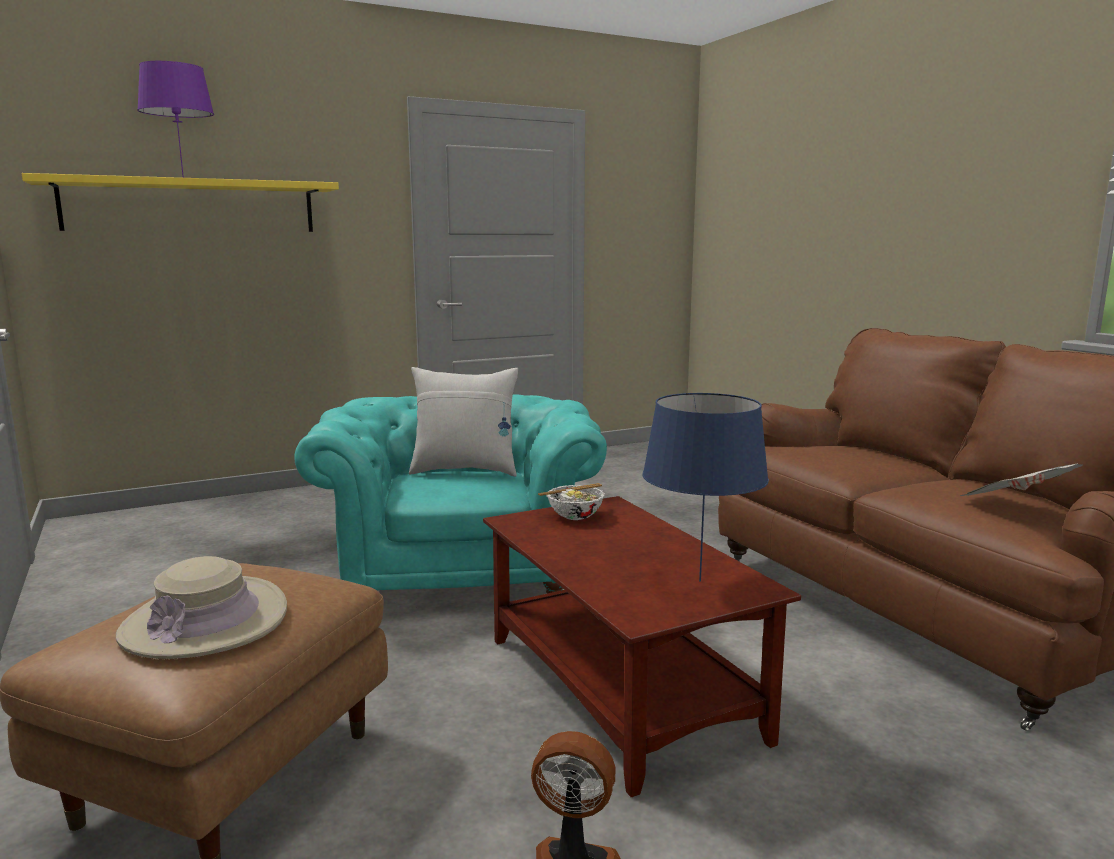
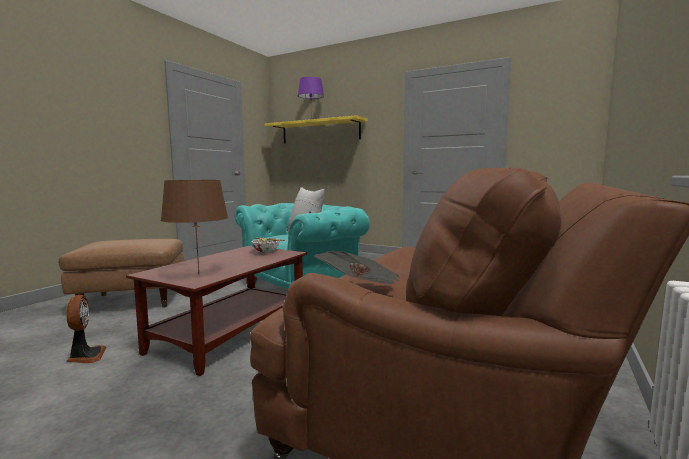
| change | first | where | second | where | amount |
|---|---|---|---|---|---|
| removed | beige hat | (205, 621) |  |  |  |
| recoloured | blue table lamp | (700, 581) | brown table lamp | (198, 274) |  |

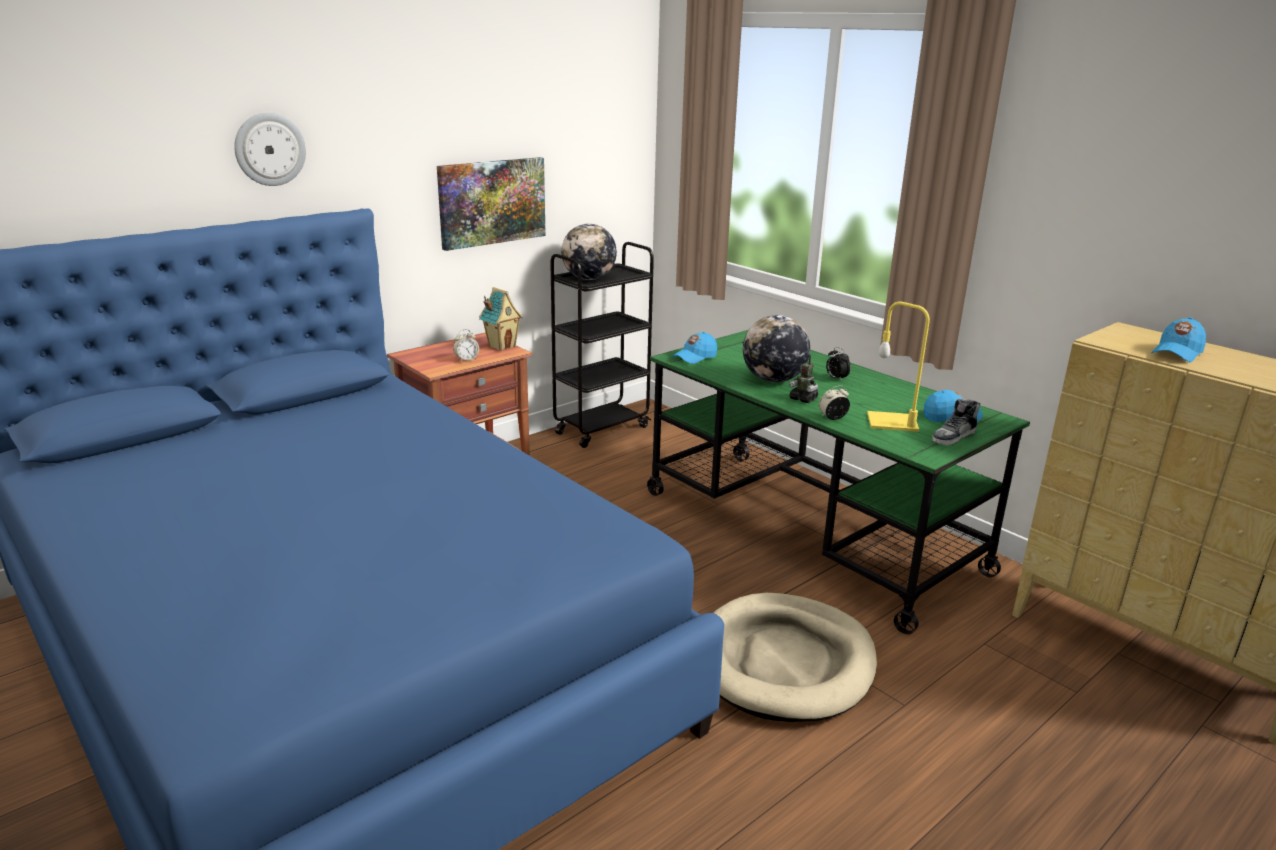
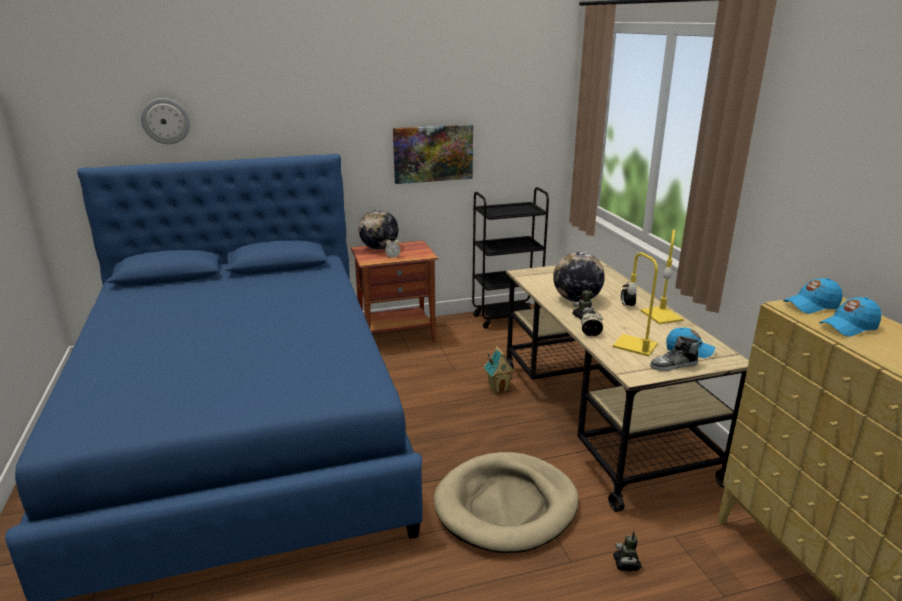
| change | first | where | second | where | amount |
|---|---|---|---|---|---|
| added |  |  | toy robot | (626, 564) |  |
| added |  |  | yellow table lamp | (660, 315) |  |
| moved | wall clock | (269, 149) |  | (166, 121) |  |
| moved | toy house | (502, 346) |  | (498, 388) |  |
| moved | globe | (589, 279) |  | (379, 248) |  |
| moved | blue cap | (695, 357) |  | (811, 306) |  |
| recoloured | green desk | (808, 531) | beige desk | (600, 418) |  |

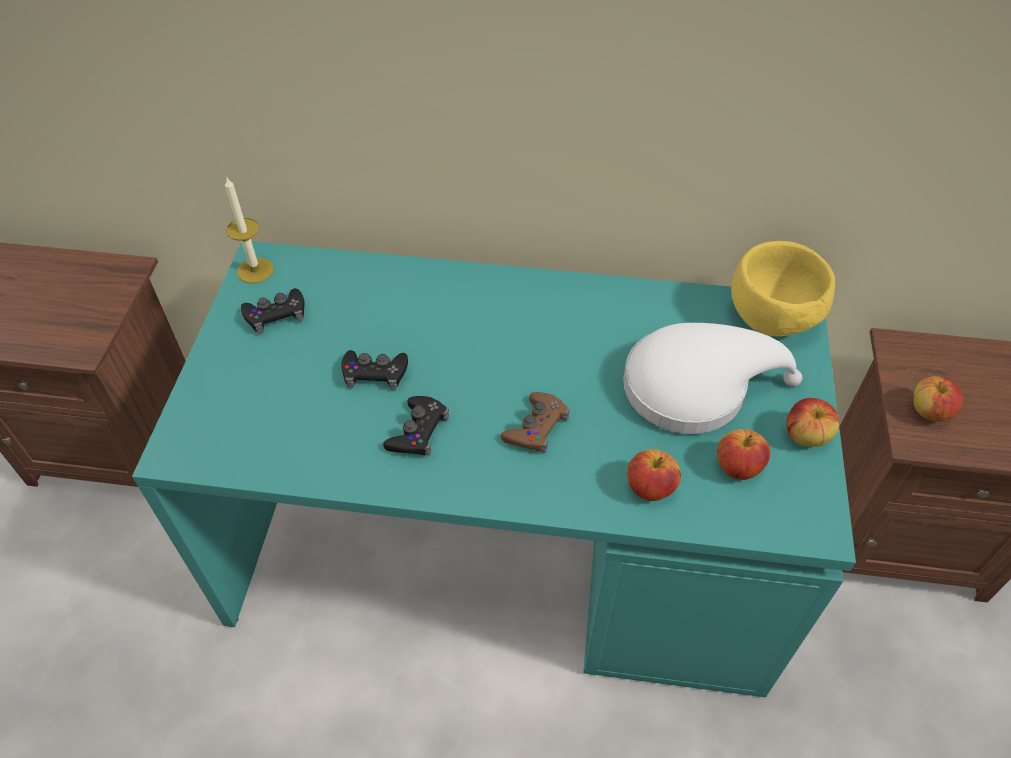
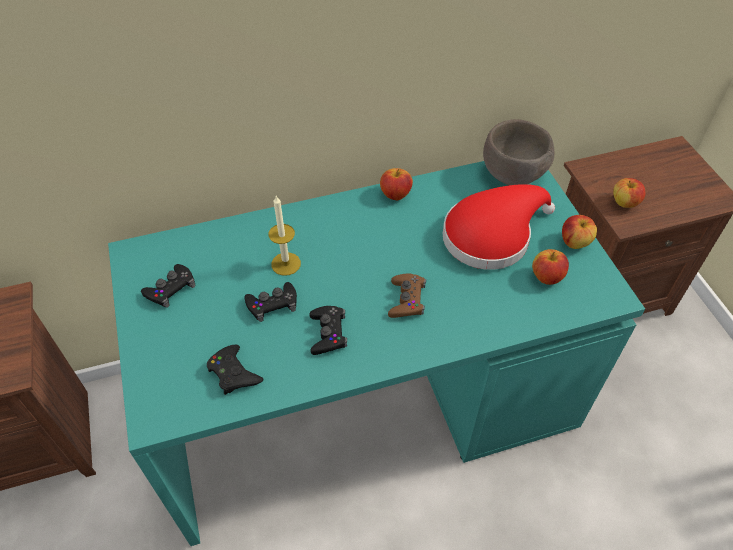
| change | first | where | second | where | amount |
|---|---|---|---|---|---|
| added |  |  | black game controller | (233, 373) |  |
| moved | candle | (255, 270) |  | (286, 264) |  |
| moved | apple | (650, 488) |  | (395, 194) |  |
| recoloured | white hat | (694, 387) | red hat | (491, 235) |  |
| recoloured | yellow bowl | (771, 319) | brown bowl | (512, 175) |  |

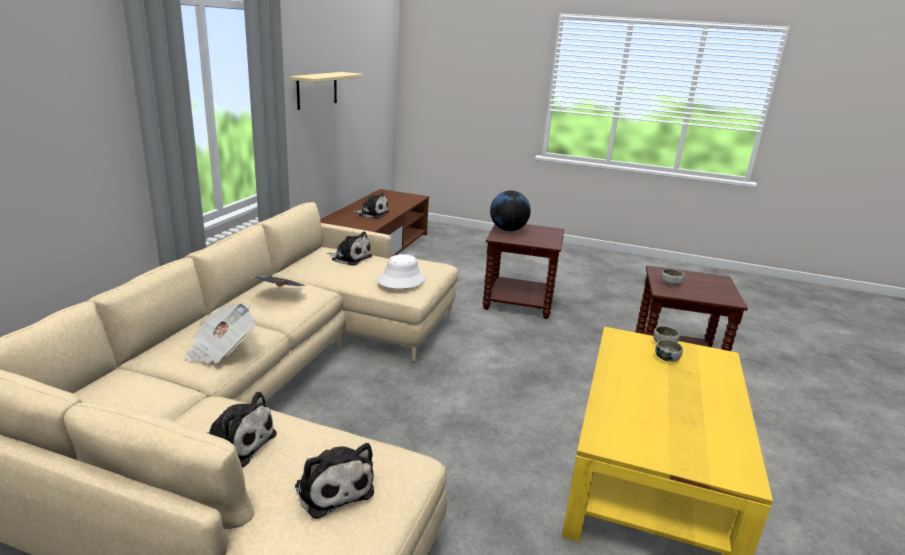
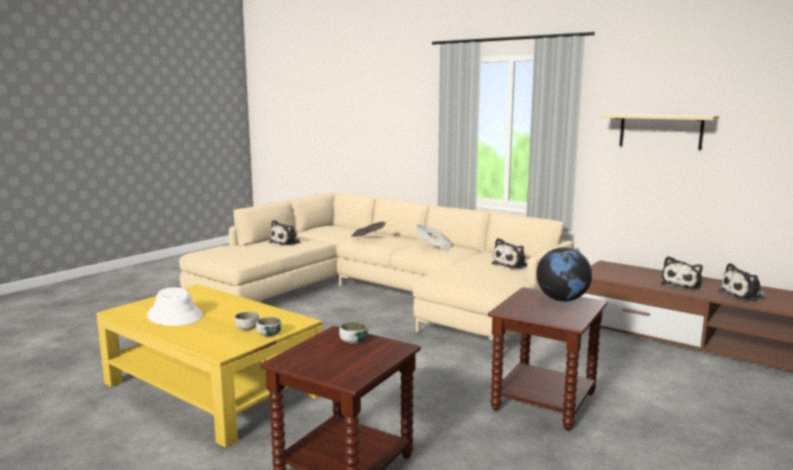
| change | first | where | second | where | amount |
|---|---|---|---|---|---|
| moved | plush toy | (333, 487) |  | (744, 295) |  |
| moved | white hat | (401, 280) |  | (175, 316) |  |

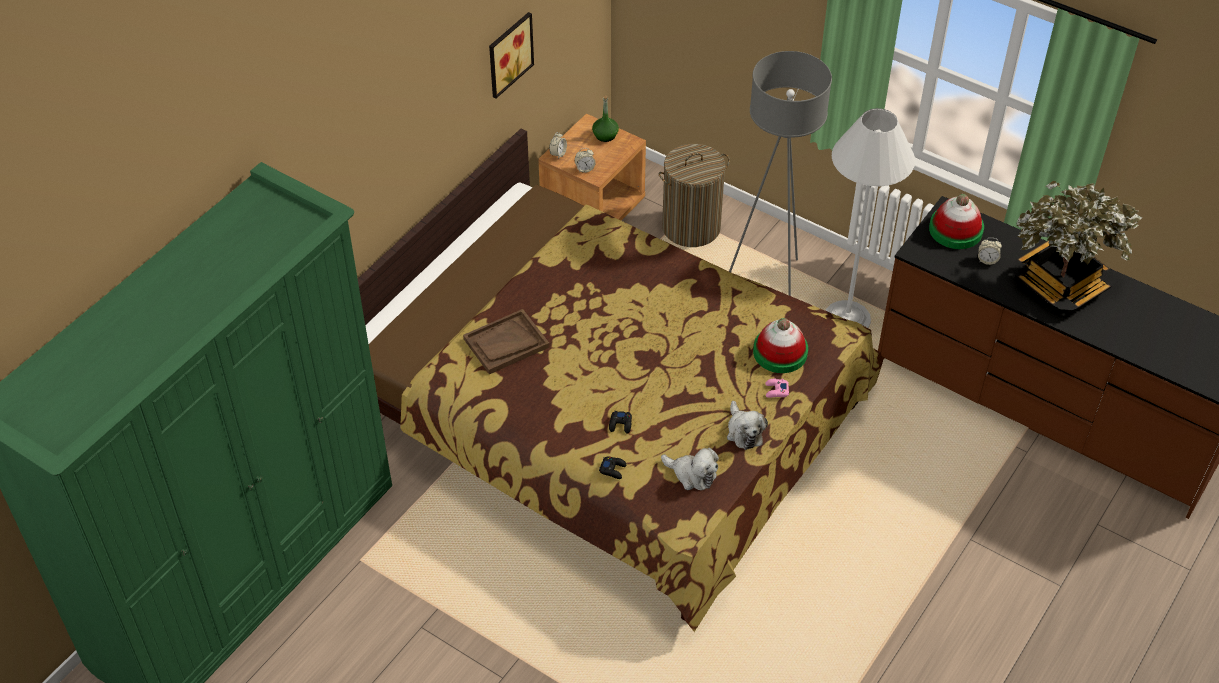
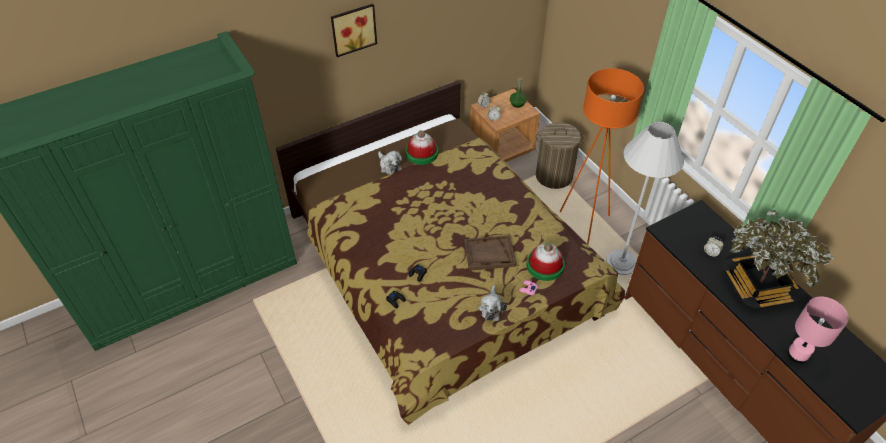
| change | first | where | second | where | amount |
|---|---|---|---|---|---|
| added |  |  | pink table lamp | (798, 355) |  |
| moved | brown tray | (506, 343) |  | (489, 254) |  |
| moved | picture | (508, 53) |  | (353, 29) |  |
| moved | plush toy | (692, 475) |  | (389, 166) |  |
| moved | hat | (955, 230) |  | (422, 153) |  |
| recoloured | grey floor lamp | (770, 282) | orange floor lamp | (585, 223) |  |

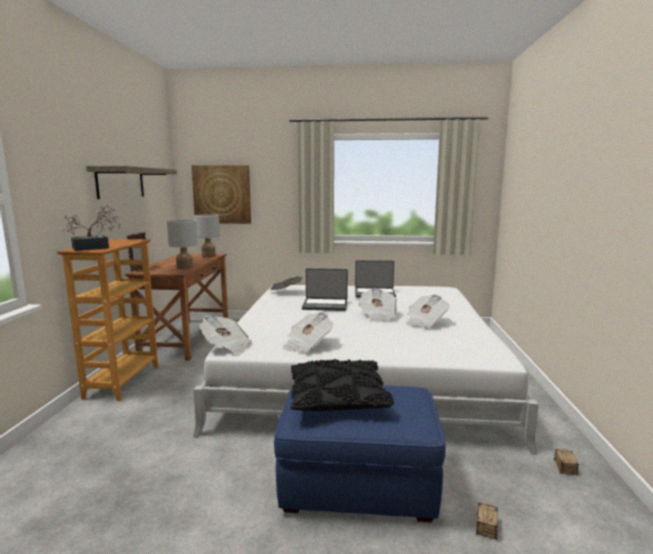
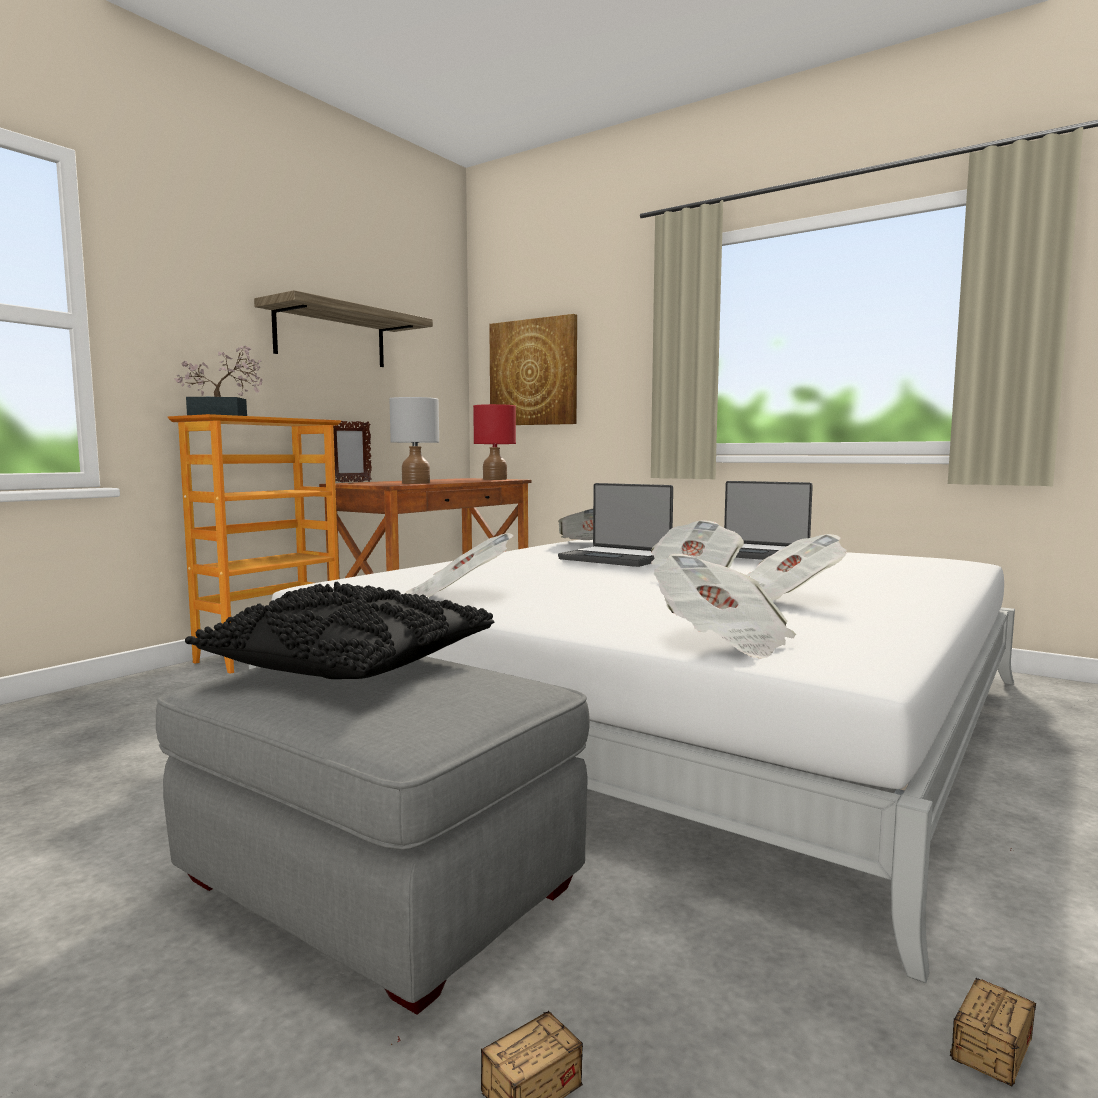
| change | first | where | second | where | amount |
|---|---|---|---|---|---|
| moved | newspaper | (226, 347) |  | (723, 641) |  |
| recoloured | grey table lamp | (208, 256) | red table lamp | (494, 479) |  |
| recoloured | blue ottoman | (359, 484) | grey ottoman | (380, 886) |  |

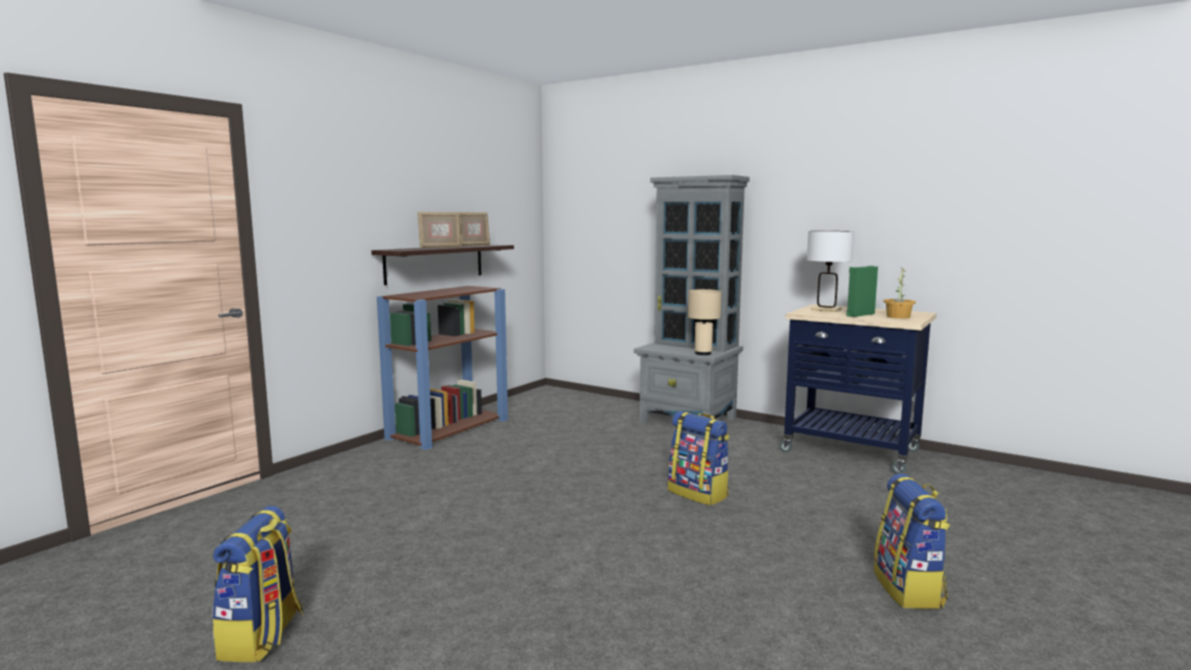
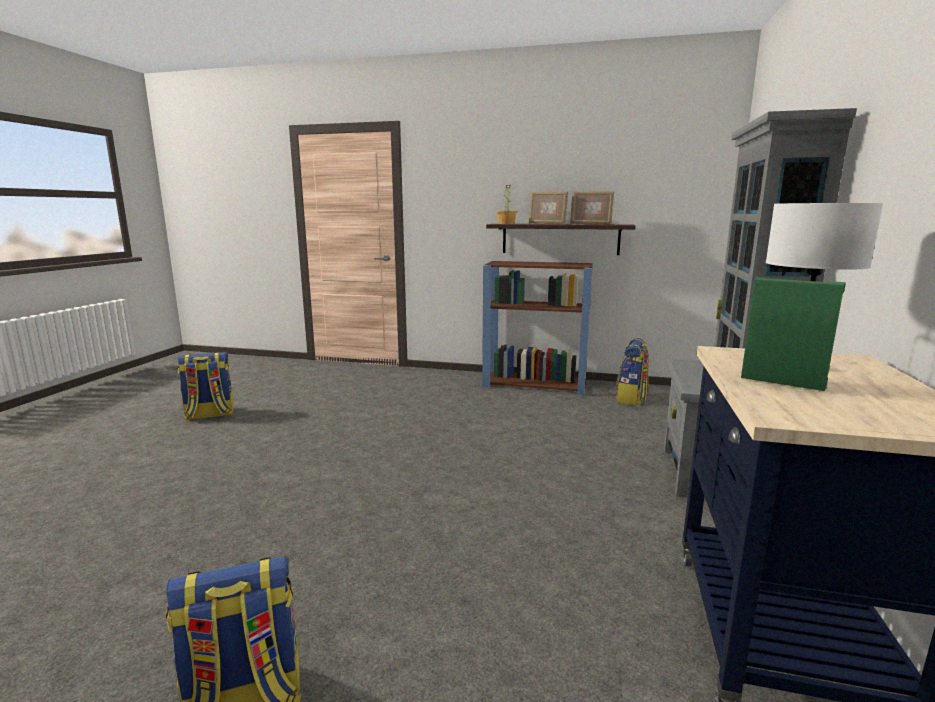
| change | first | where | second | where | amount |
|---|---|---|---|---|---|
| removed | beige table lamp | (703, 353) |  |  |  |
| moved | backpack | (699, 494) |  | (631, 398) |  |
| moved | potted plant | (897, 317) |  | (506, 223) |  |

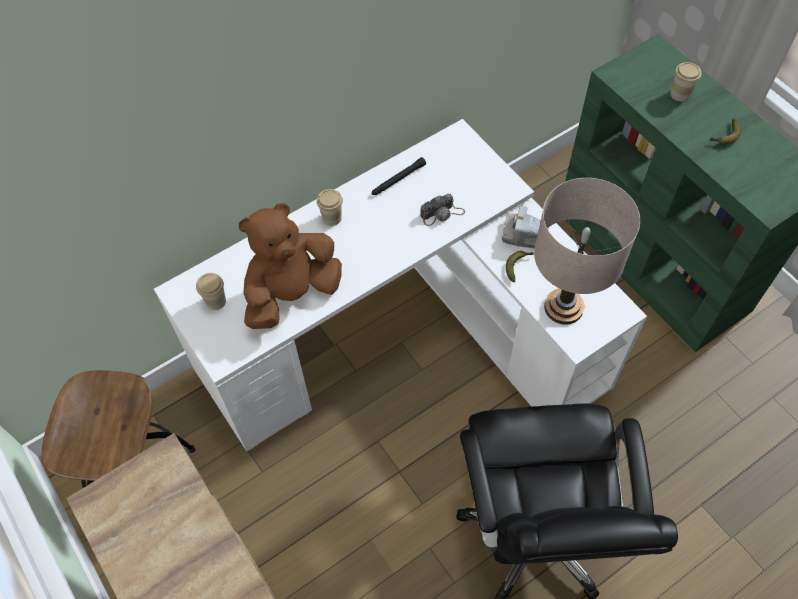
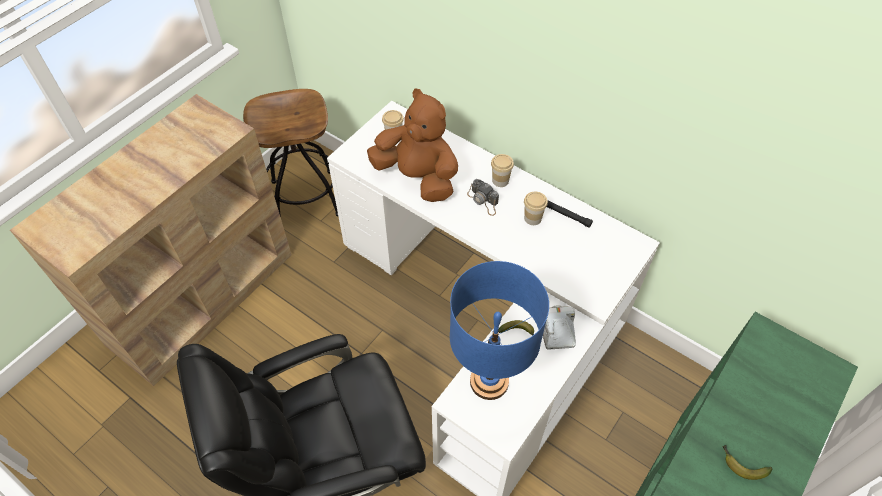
| change | first | where | second | where | amount |
|---|---|---|---|---|---|
| moved | photo camera | (442, 214) |  | (483, 201) |  |
| moved | cup | (680, 94) |  | (532, 218) |  |
| recoloured | beige table lamp | (563, 307) | blue table lamp | (488, 382) |  |

